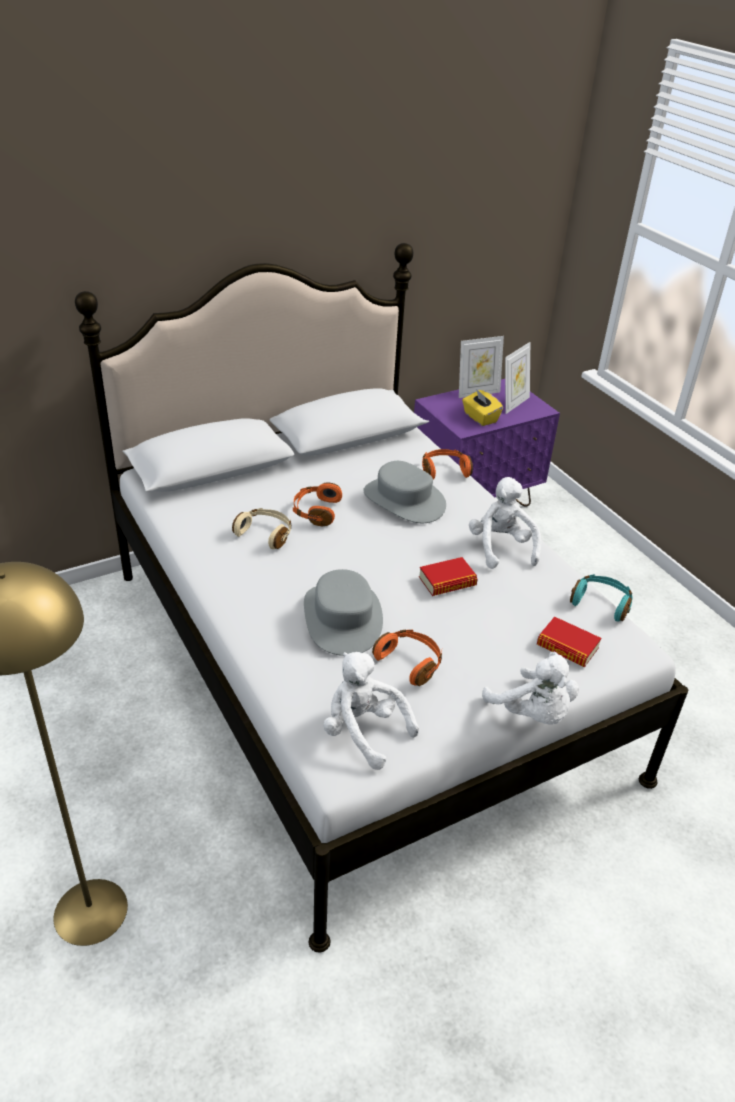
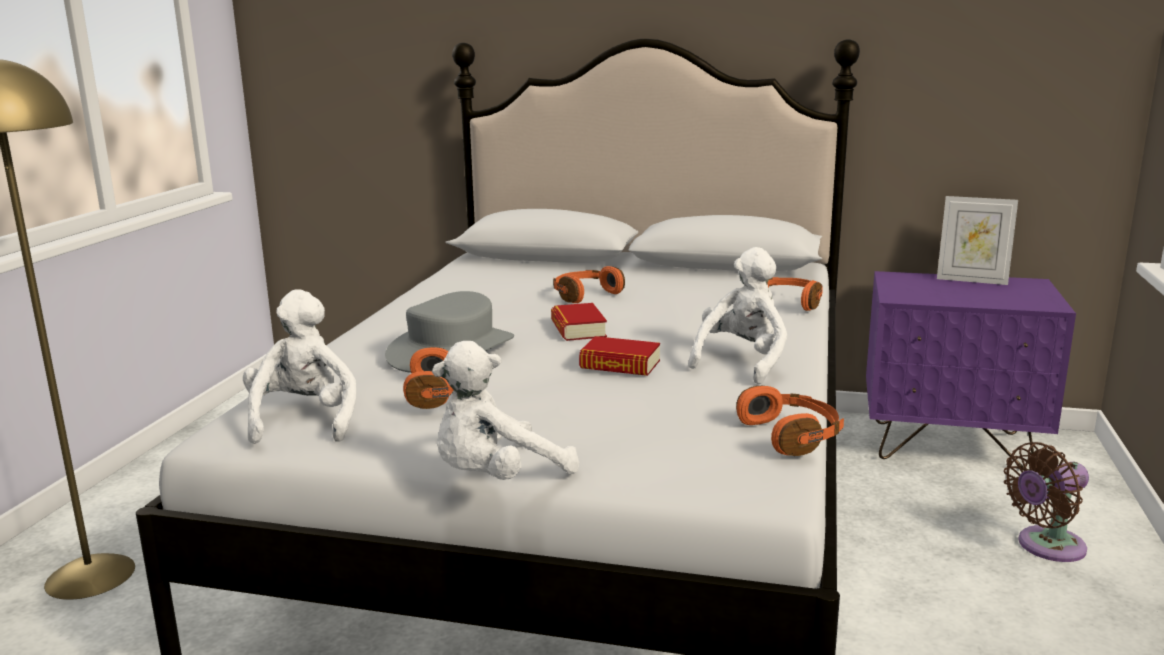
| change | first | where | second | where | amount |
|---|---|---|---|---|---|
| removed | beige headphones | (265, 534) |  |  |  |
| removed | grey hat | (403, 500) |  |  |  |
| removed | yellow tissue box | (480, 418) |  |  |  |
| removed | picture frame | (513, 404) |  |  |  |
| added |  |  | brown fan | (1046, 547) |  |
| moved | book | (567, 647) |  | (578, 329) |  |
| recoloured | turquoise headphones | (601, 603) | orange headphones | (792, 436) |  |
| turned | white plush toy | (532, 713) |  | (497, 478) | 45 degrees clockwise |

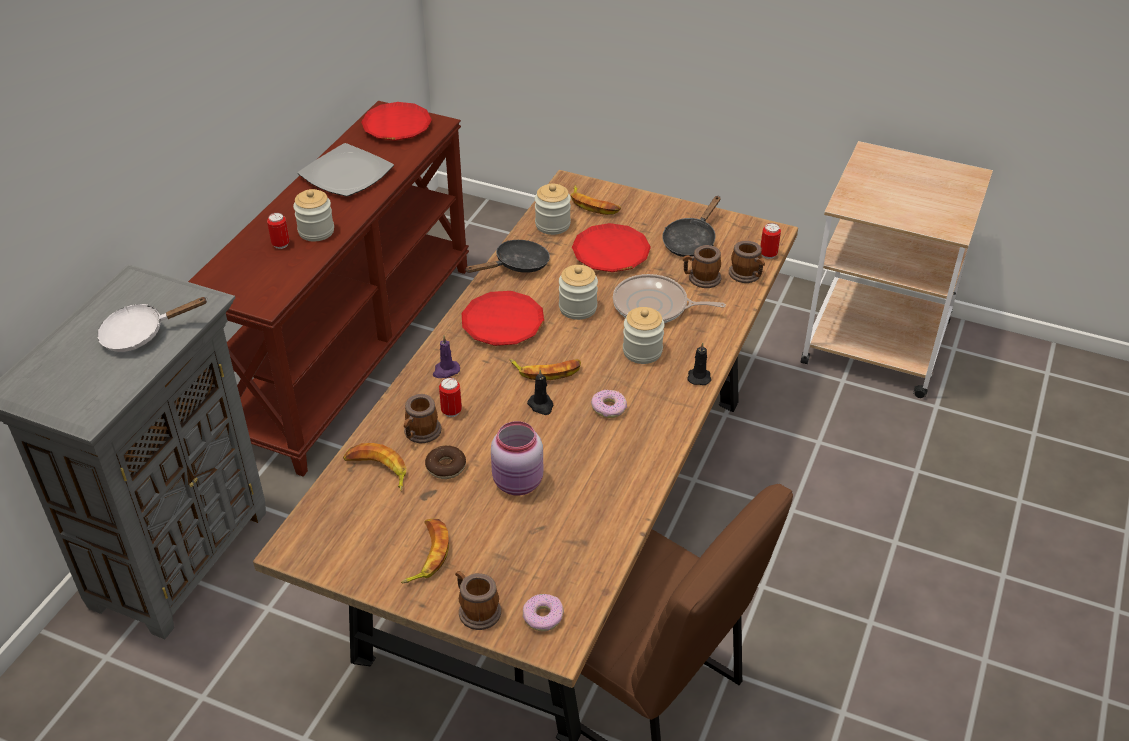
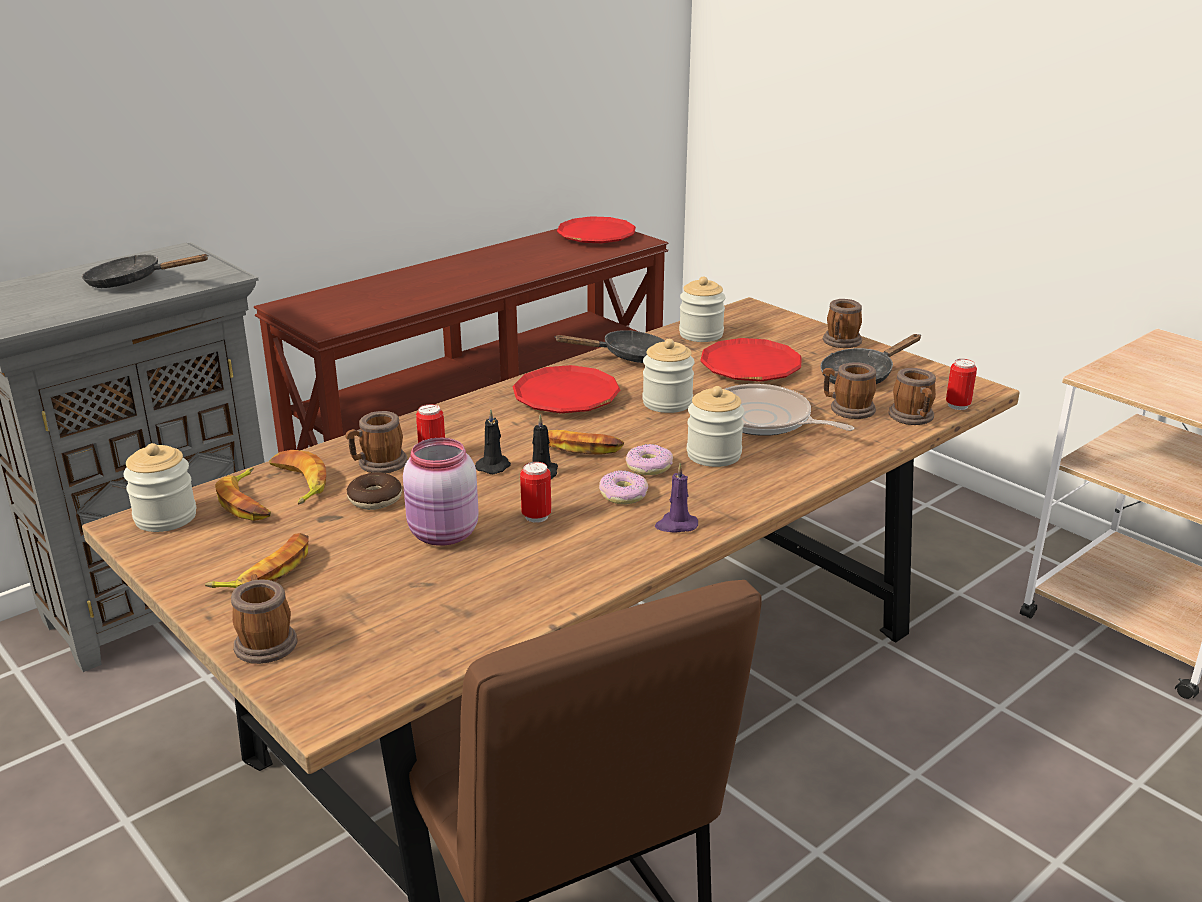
| change | first | where | second | where | amount |
|---|---|---|---|---|---|
| removed | plate | (347, 174) |  |  |  |
| added |  |  | mug | (840, 343) |  |
| moved | can | (281, 244) |  | (536, 516) |  |
| moved | jar | (316, 231) |  | (165, 517) |  |
| moved | purple candle | (445, 371) |  | (676, 525) |  |
| moved | donut | (543, 617) |  | (648, 466) |  |
| moved | banana | (593, 205) |  | (248, 502) |  |
| moved | black candle | (699, 376) |  | (494, 466) |  |
| recoloured | white frying pan | (140, 334) | black frying pan | (132, 282) |  |

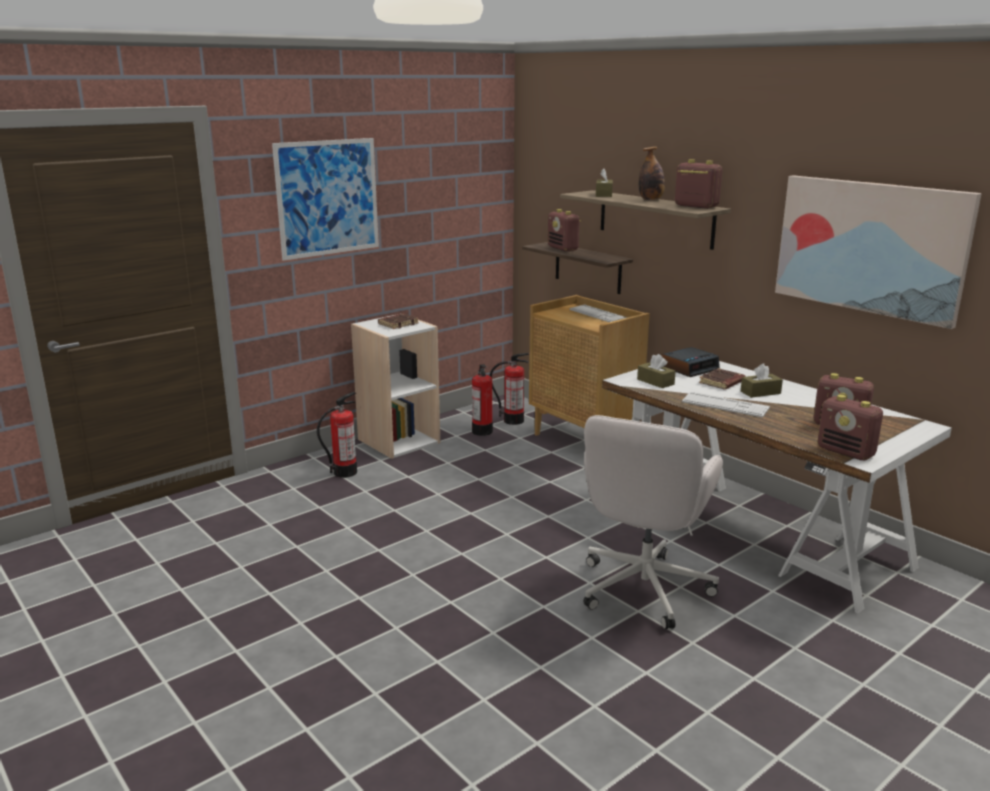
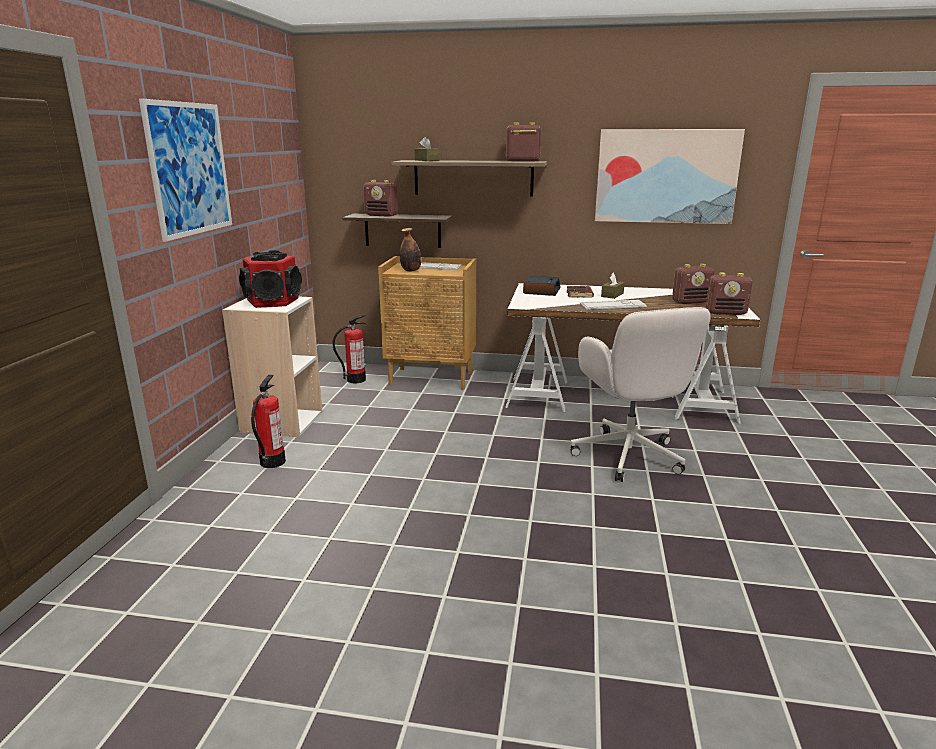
| change | first | where | second | where | amount |
|---|---|---|---|---|---|
| removed | fire extinguisher | (482, 431) |  |  |  |
| removed | brown tissue box | (655, 382) |  |  |  |
| moved | bottle | (650, 200) |  | (411, 270) |  |
| replaced | brown book | (398, 324) | speaker | (272, 301) |  |

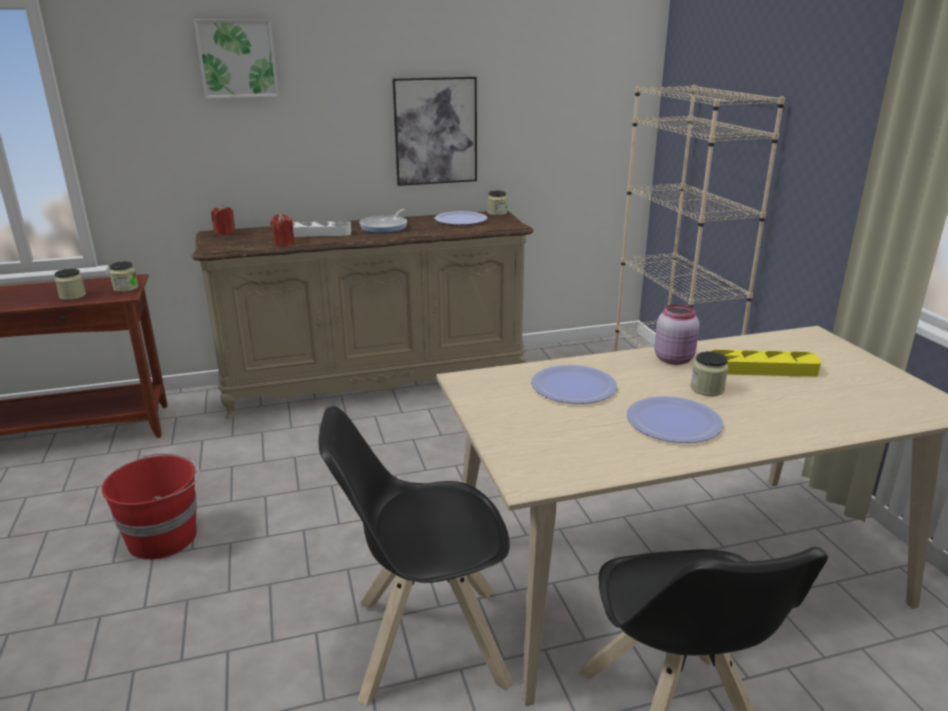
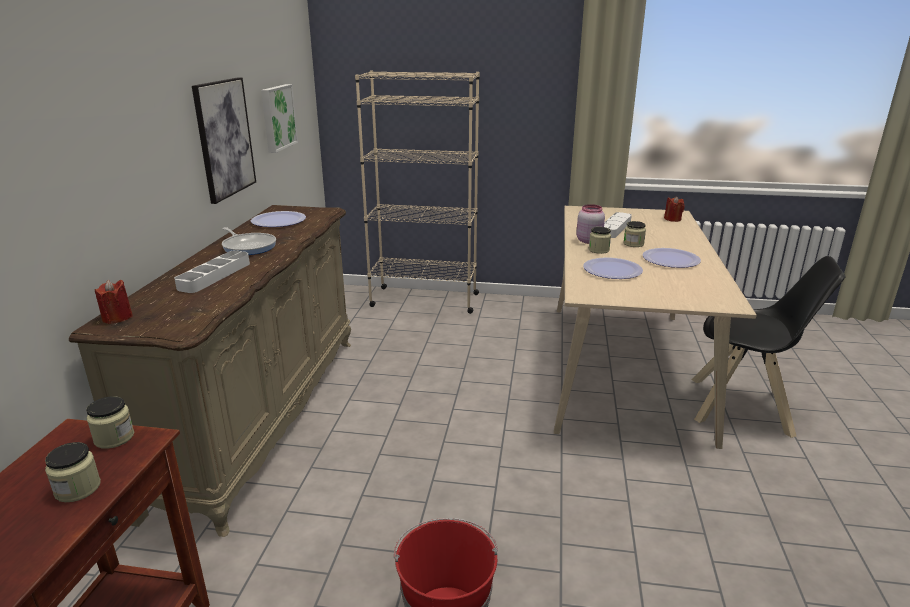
| change | first | where | second | where | amount |
|---|---|---|---|---|---|
| removed | black chair | (425, 642) |  |  |  |
| moved | picture | (237, 59) |  | (277, 117) |  |
| moved | red candle | (284, 243) |  | (672, 219) |  |
| moved | jar | (497, 213) |  | (598, 250) |  |
| recoloured | yellow tray | (762, 369) | white tray | (615, 228) |  |

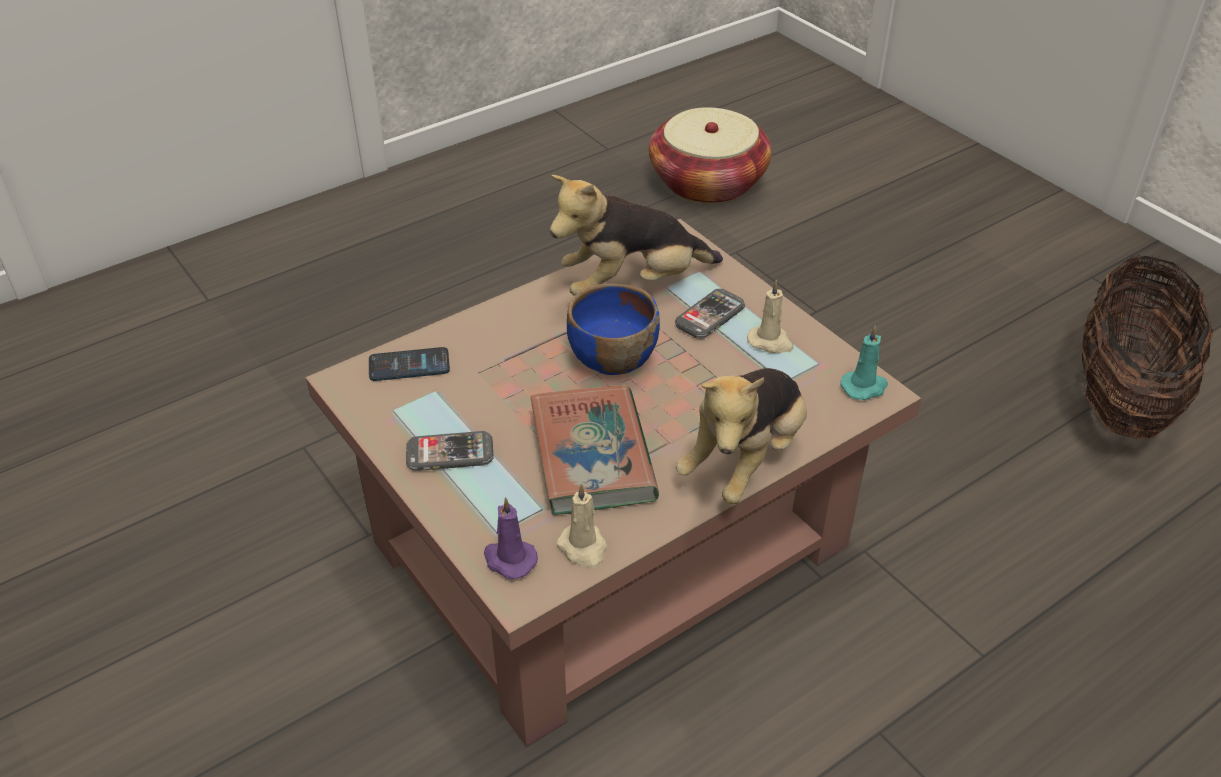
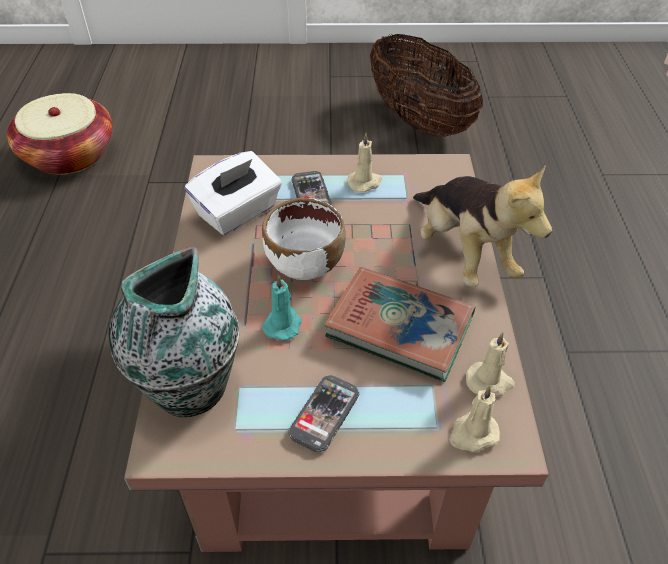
| change | first | where | second | where | amount |
|---|---|---|---|---|---|
| moved | turquoise candle | (864, 387) |  | (283, 324) |  |
| replaced | phone | (409, 365) | vase | (189, 390) |  |
| replaced | plush toy | (632, 284) | white tissue box | (238, 213) |  |
| recoloured | purple candle | (509, 559) | beige candle | (473, 434) |  |
| recoloured | blue bowl | (612, 359) | white bowl | (304, 264) |  |

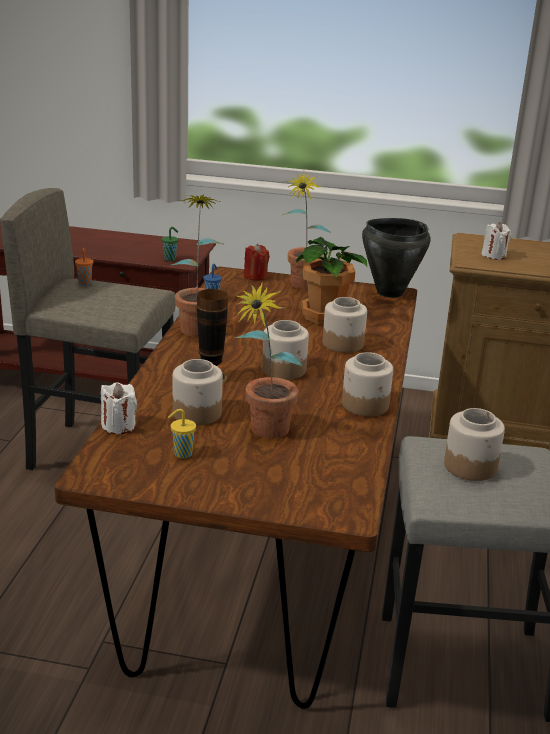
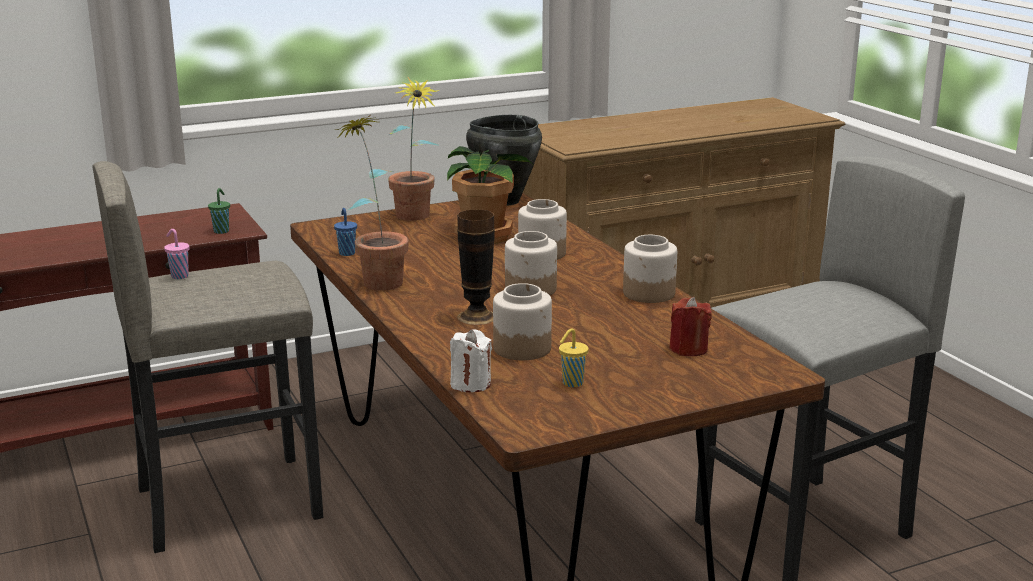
| change | first | where | second | where | amount |
|---|---|---|---|---|---|
| removed | potted plant | (263, 434) |  |  |  |
| removed | jar | (470, 466) |  |  |  |
| removed | white candle | (494, 255) |  |  |  |
| moved | red candle | (255, 276) |  | (688, 349) |  |
| recoloured | orange cup | (85, 283) | pink cup | (179, 276) |  |

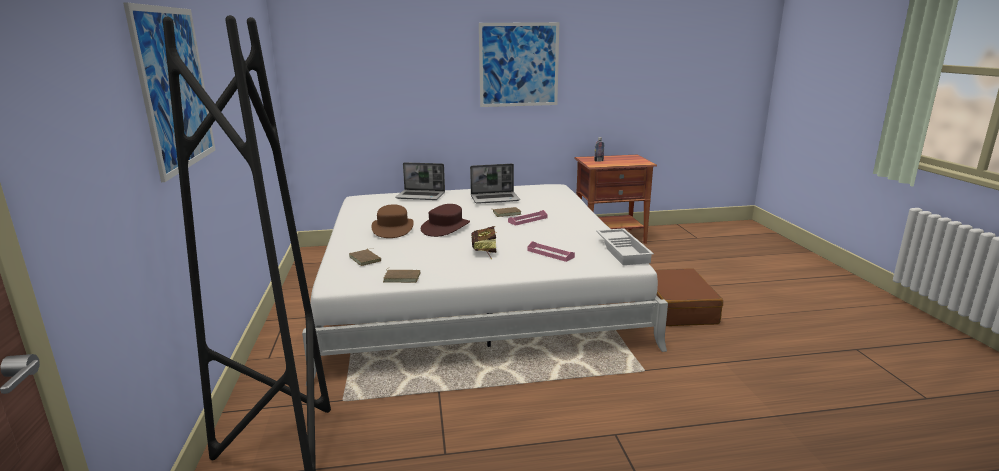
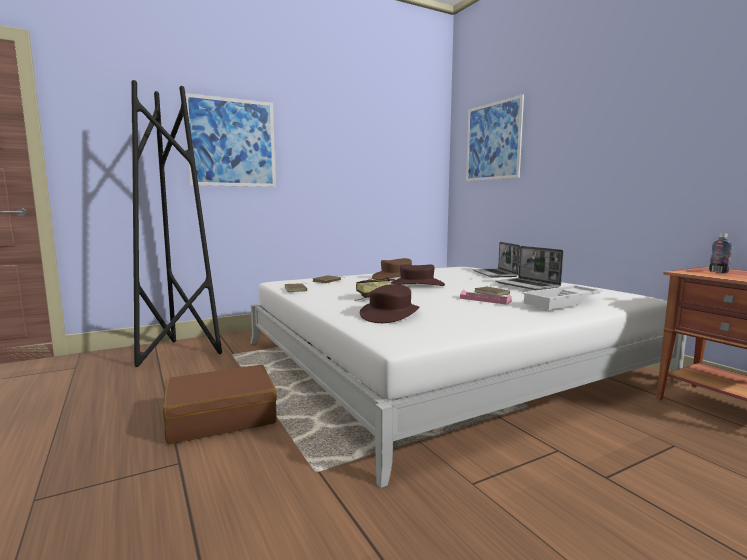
| change | first | where | second | where | amount |
|---|---|---|---|---|---|
| moved | picture | (519, 65) |  | (493, 141) |  |
| moved | white tray | (624, 251) |  | (562, 302) |  |
| moved | brown suitcase | (676, 308) |  | (221, 417) |  |
| replaced | pink tray | (550, 254) | brown hat | (390, 314) |  |

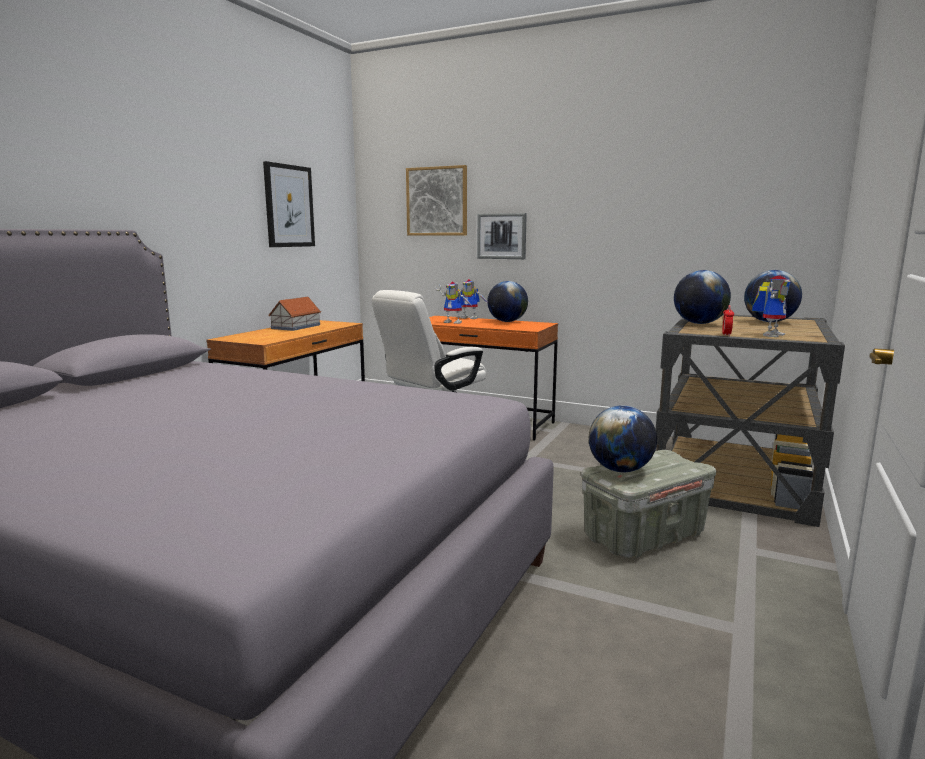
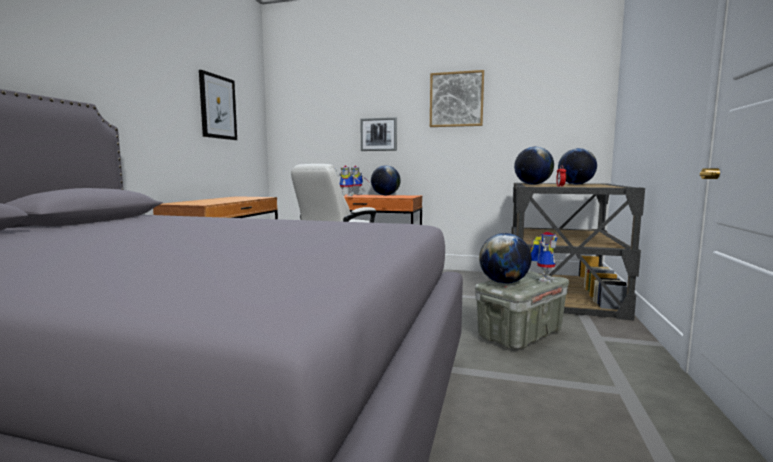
| change | first | where | second | where | amount |
|---|---|---|---|---|---|
| removed | toy house | (295, 327) |  |  |  |
| moved | picture | (437, 201) |  | (456, 99) |  |
| moved | toy robot | (770, 334) |  | (543, 279) |  |

